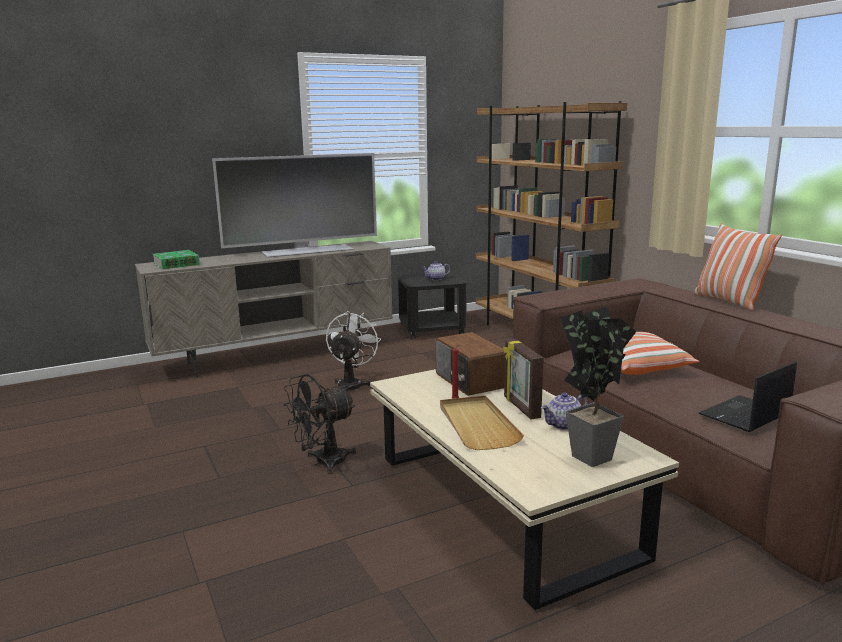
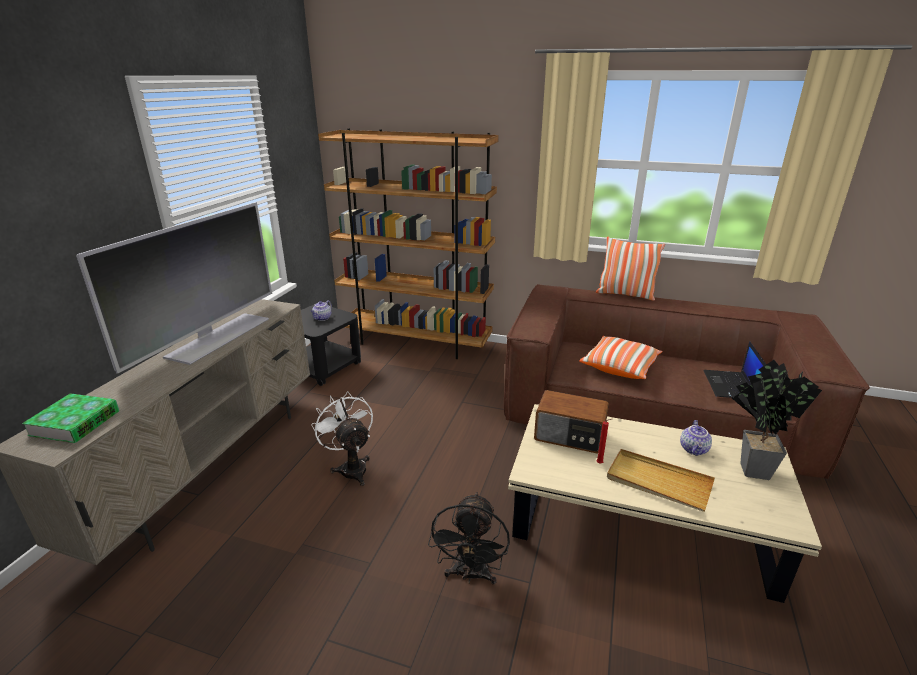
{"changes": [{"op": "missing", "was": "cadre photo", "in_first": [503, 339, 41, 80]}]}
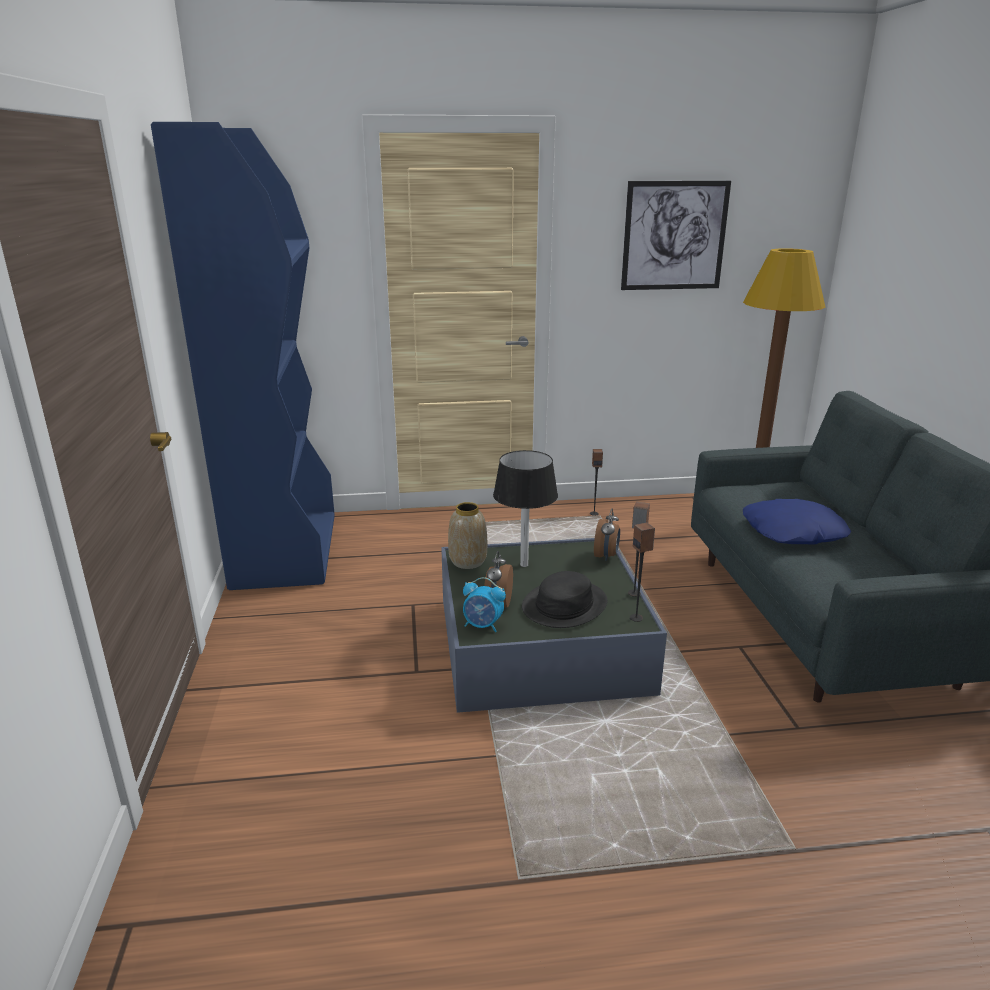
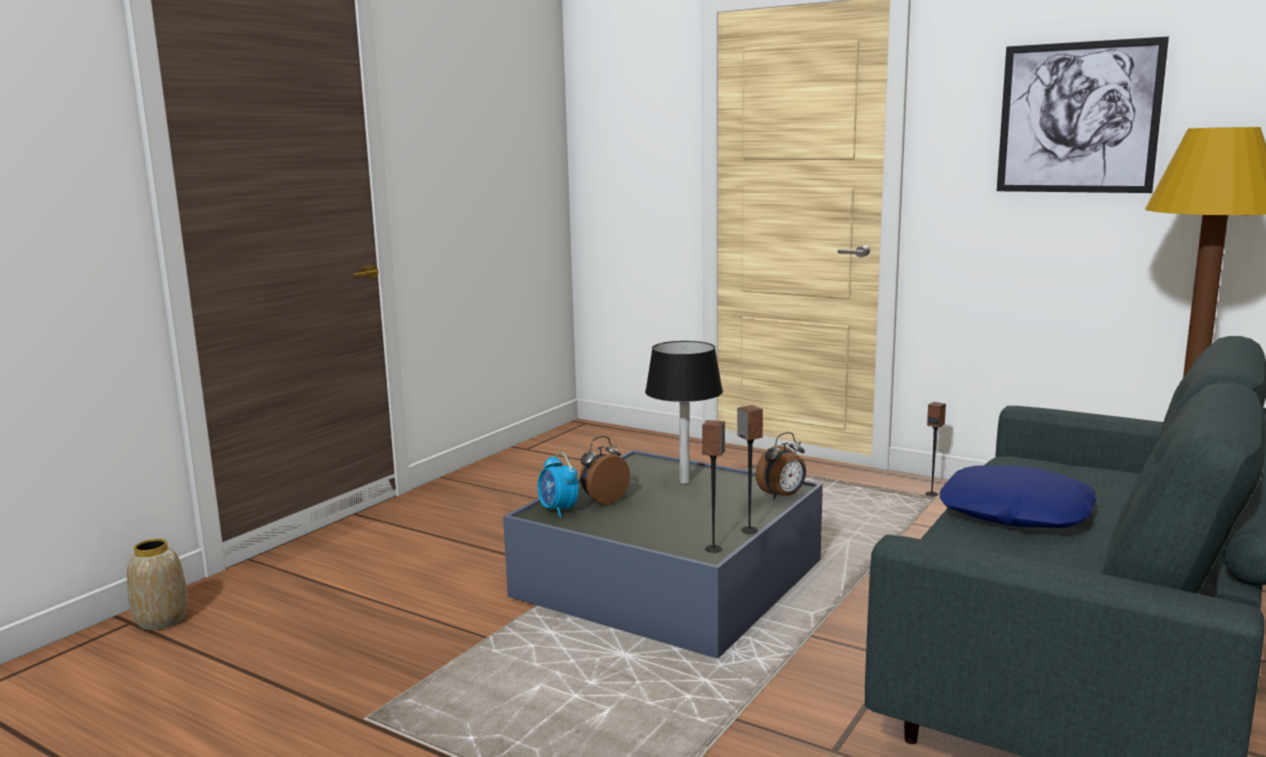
{"changes": [{"op": "missing", "was": "bibliothèque/bleu", "in_first": [151, 122, 184, 468]}, {"op": "missing", "was": "chapeau/noir", "in_first": [522, 571, 85, 57]}, {"op": "relocated", "was": "vase", "in_first": [448, 502, 39, 67], "in_second": [127, 539, 61, 91]}]}
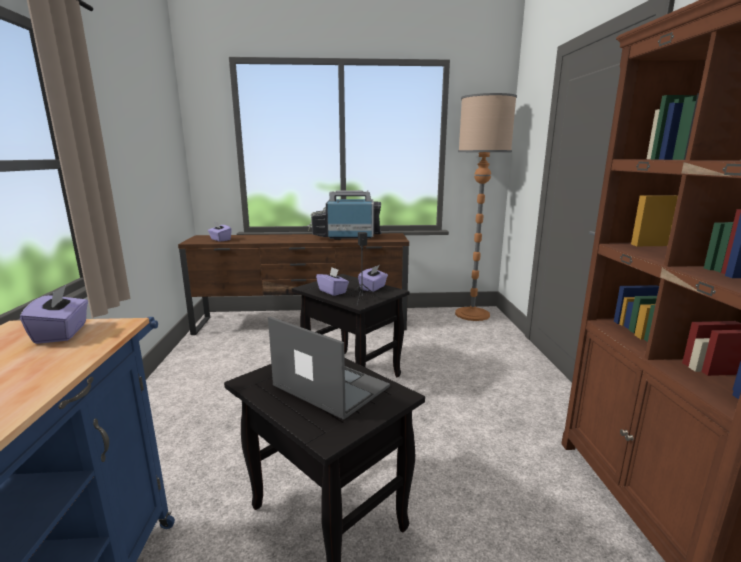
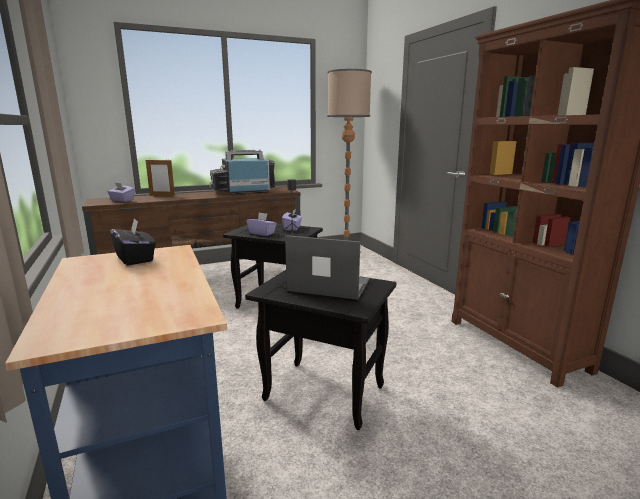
{"changes": [{"op": "appeared", "now": "cadre photo", "in_second": [146, 160, 29, 36]}, {"op": "colour", "was": "boîte à mouchoirs/violet", "now": "boîte à mouchoirs/noir", "in_first": [20, 285, 68, 59], "in_second": [110, 218, 46, 48]}]}
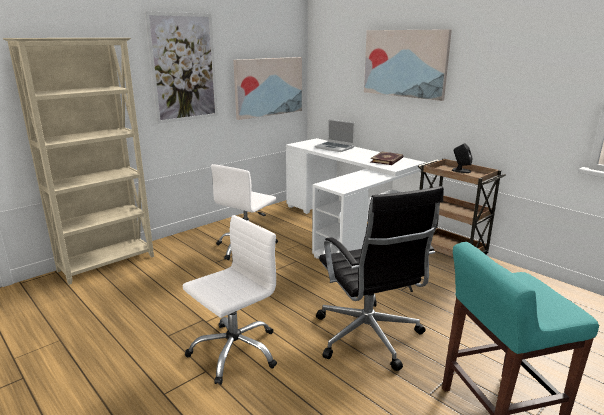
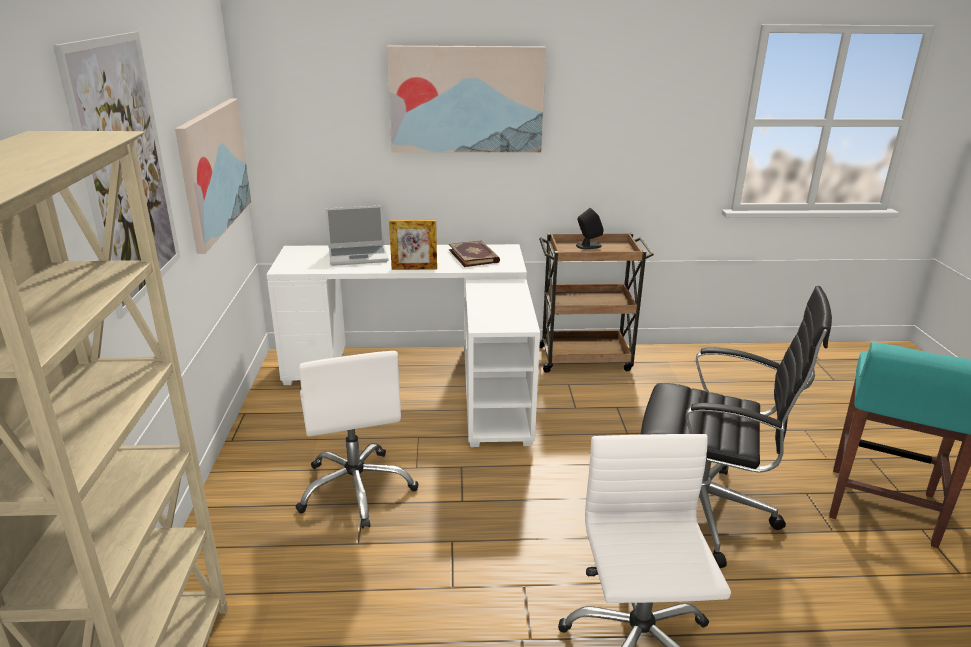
{"changes": [{"op": "appeared", "now": "cadre photo", "in_second": [389, 220, 48, 50]}]}
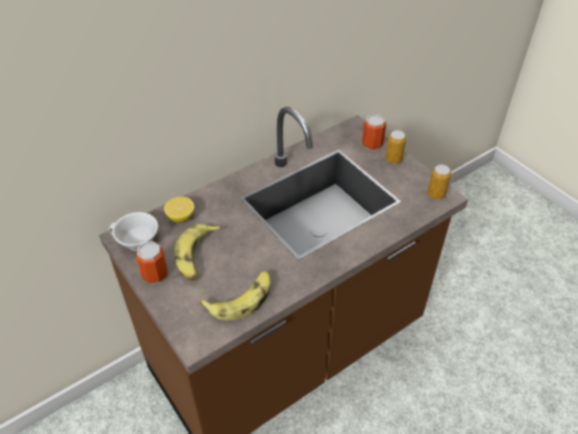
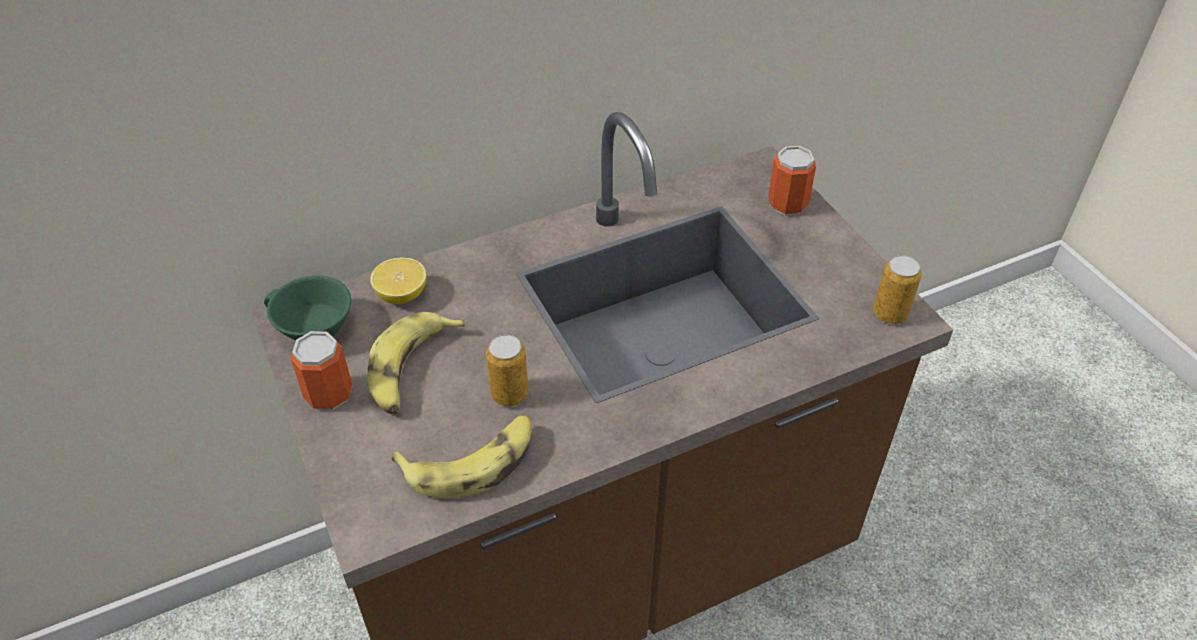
{"changes": [{"op": "relocated", "was": "boîte métallique", "in_first": [385, 130, 21, 34], "in_second": [486, 335, 43, 71]}, {"op": "colour", "was": "tasse/blanc", "now": "tasse/vert", "in_first": [108, 212, 50, 39], "in_second": [264, 276, 87, 64]}]}
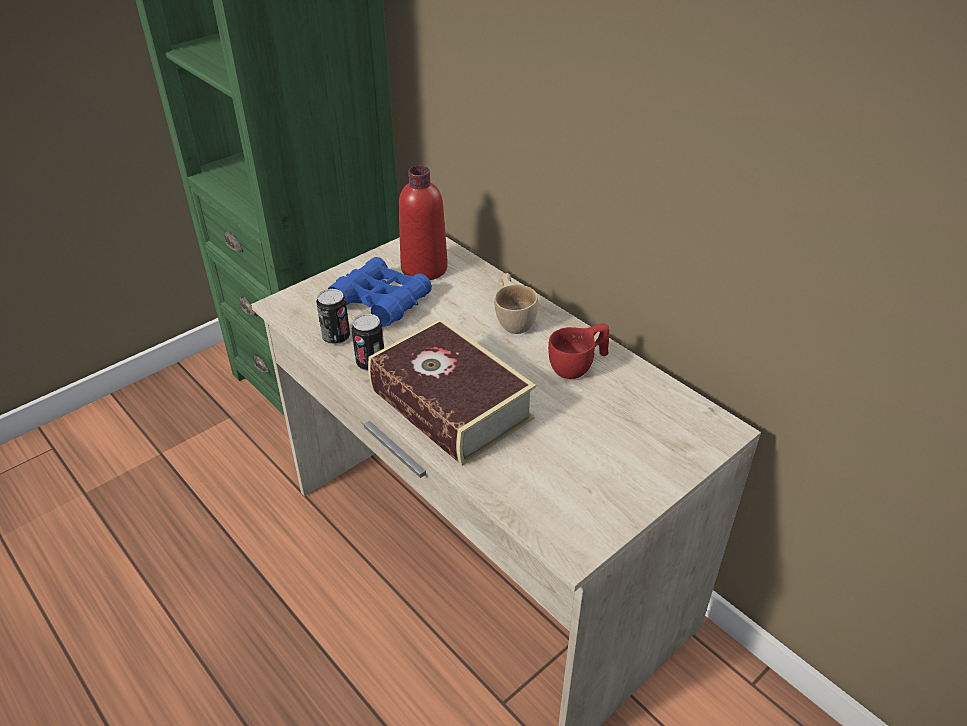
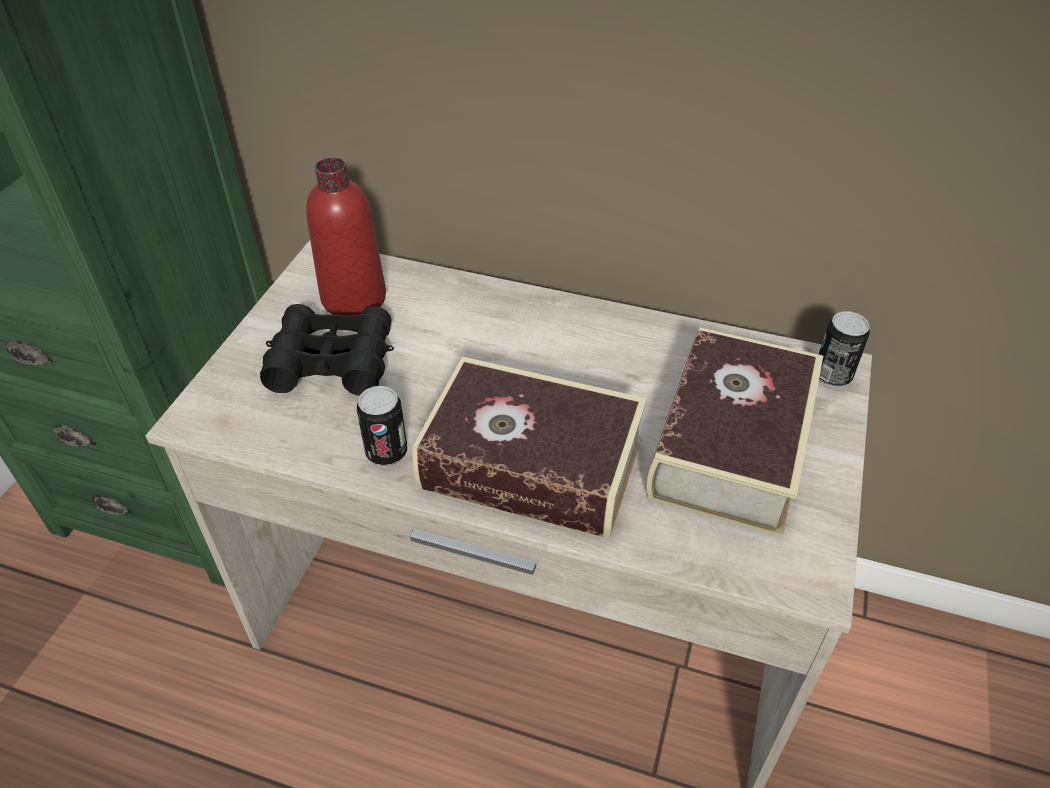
{"changes": [{"op": "missing", "was": "tasse/beige", "in_first": [494, 273, 44, 61]}, {"op": "missing", "was": "tasse/rouge", "in_first": [548, 323, 61, 56]}, {"op": "appeared", "now": "livre", "in_second": [647, 327, 176, 210]}, {"op": "relocated", "was": "boîte métallique", "in_first": [316, 289, 34, 56], "in_second": [819, 311, 51, 76]}, {"op": "colour", "was": "jumelles/bleu", "now": "jumelles/noir", "in_first": [328, 257, 104, 69], "in_second": [260, 304, 134, 92]}]}
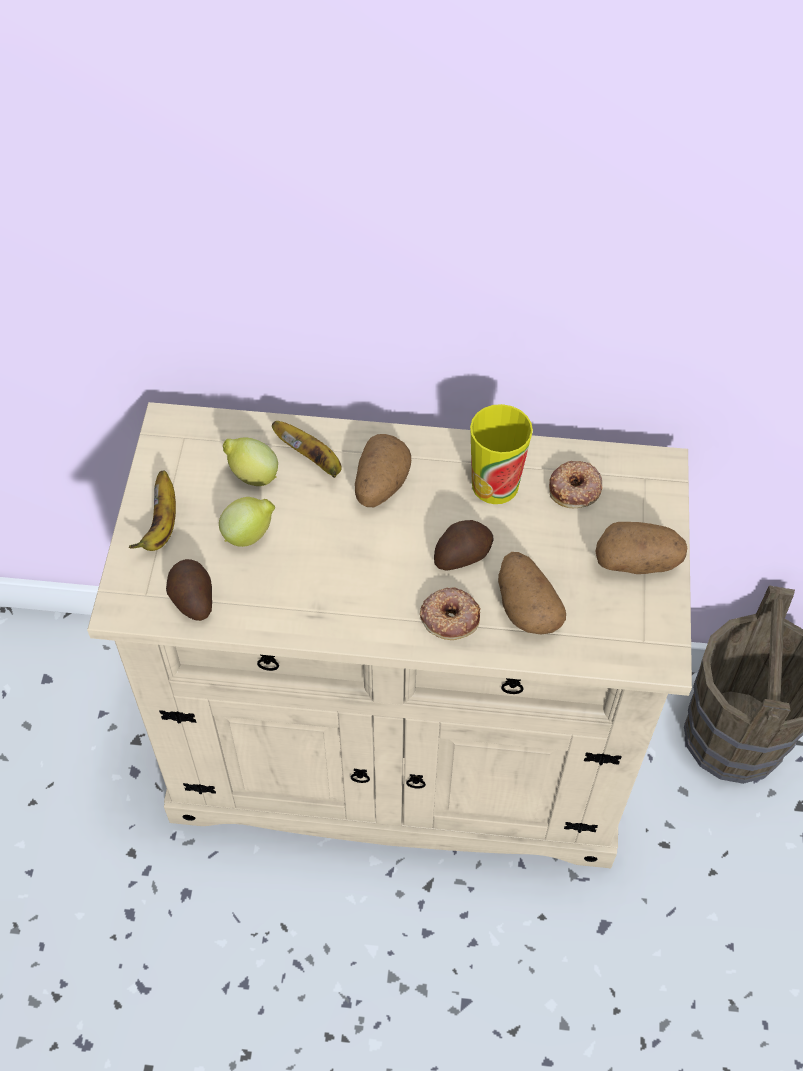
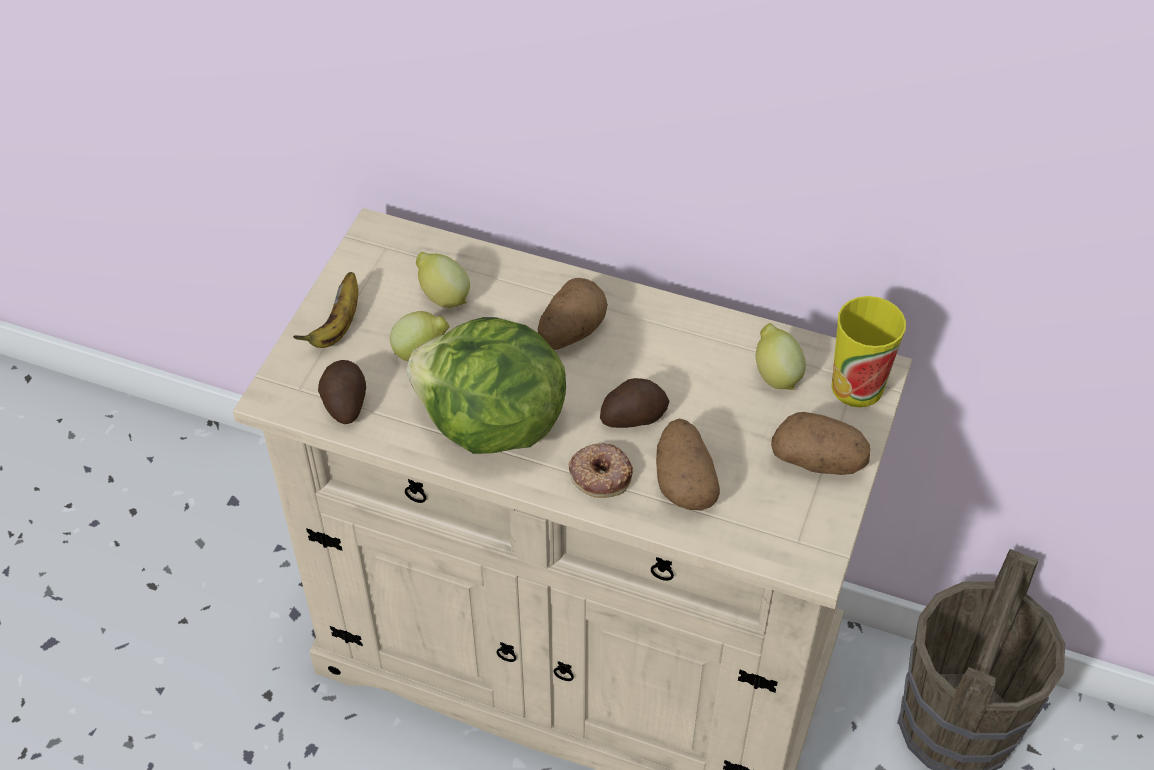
{"changes": [{"op": "missing", "was": "banane", "in_first": [272, 421, 70, 57]}, {"op": "appeared", "now": "laitue", "in_second": [407, 317, 159, 137]}, {"op": "relocated", "was": "tasse", "in_first": [470, 404, 63, 100], "in_second": [831, 296, 75, 111]}, {"op": "exchanged", "was": "beignet", "now": "citron", "in_first": [549, 461, 54, 47], "in_second": [755, 323, 51, 67]}]}
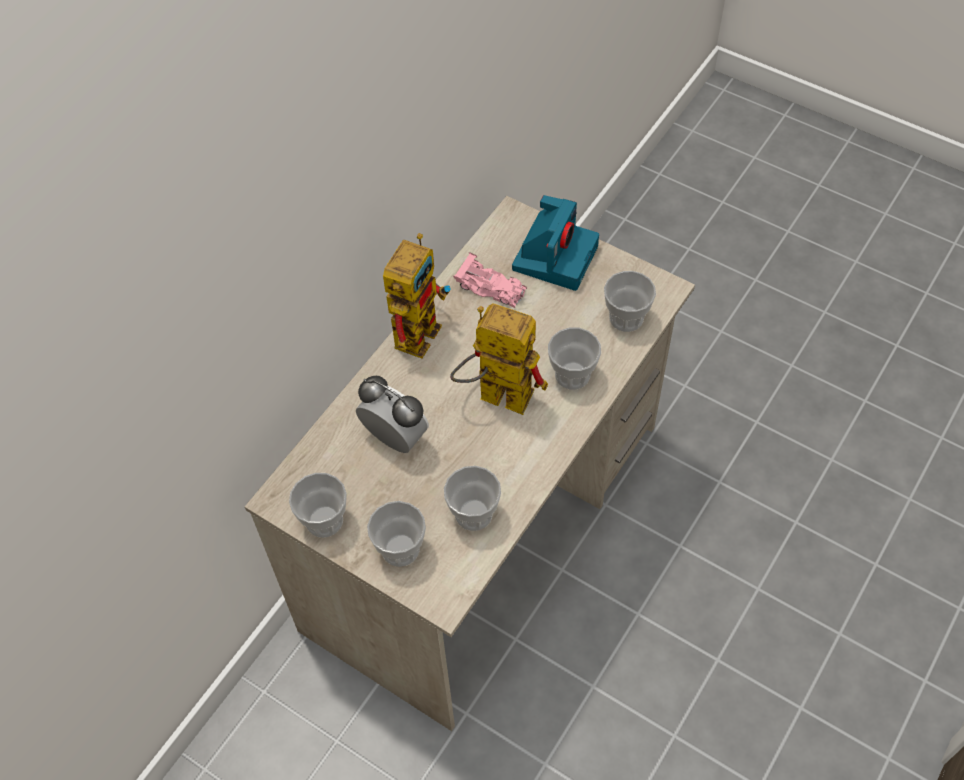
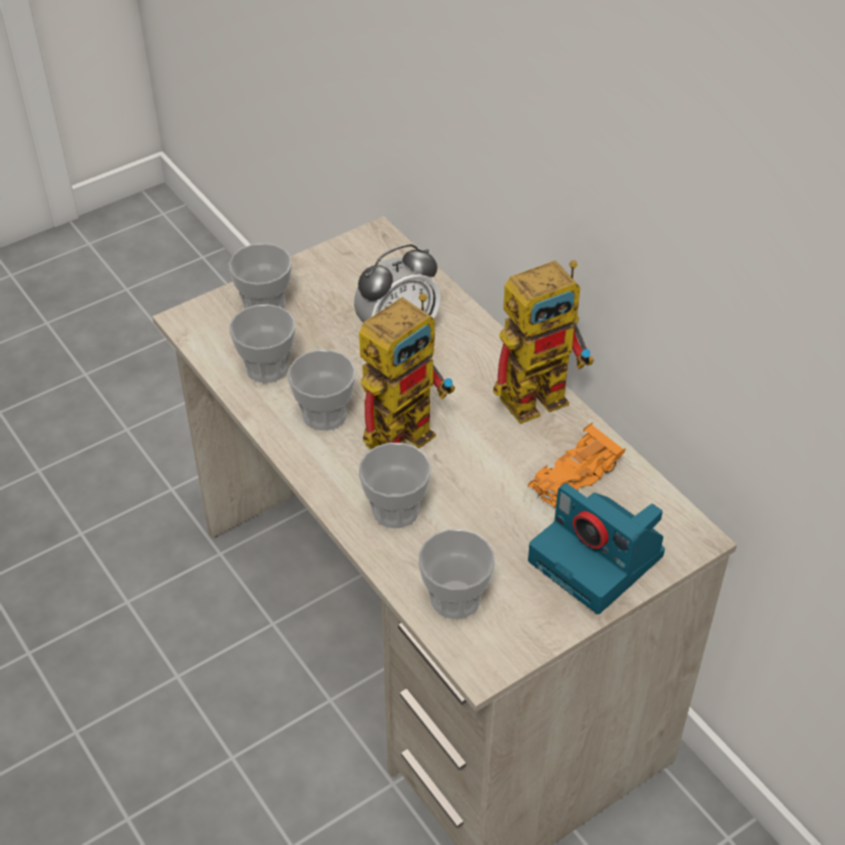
{"changes": [{"op": "relocated", "was": "tasse", "in_first": [289, 473, 58, 65], "in_second": [288, 350, 68, 81]}, {"op": "colour", "was": "petite voiture/rose", "now": "petite voiture/orange", "in_first": [453, 252, 74, 56], "in_second": [528, 422, 98, 87]}, {"op": "spun", "was": "robot jouet", "in_first": [383, 233, 68, 125], "in_second": [493, 260, 101, 164], "clockwise": -75}]}
